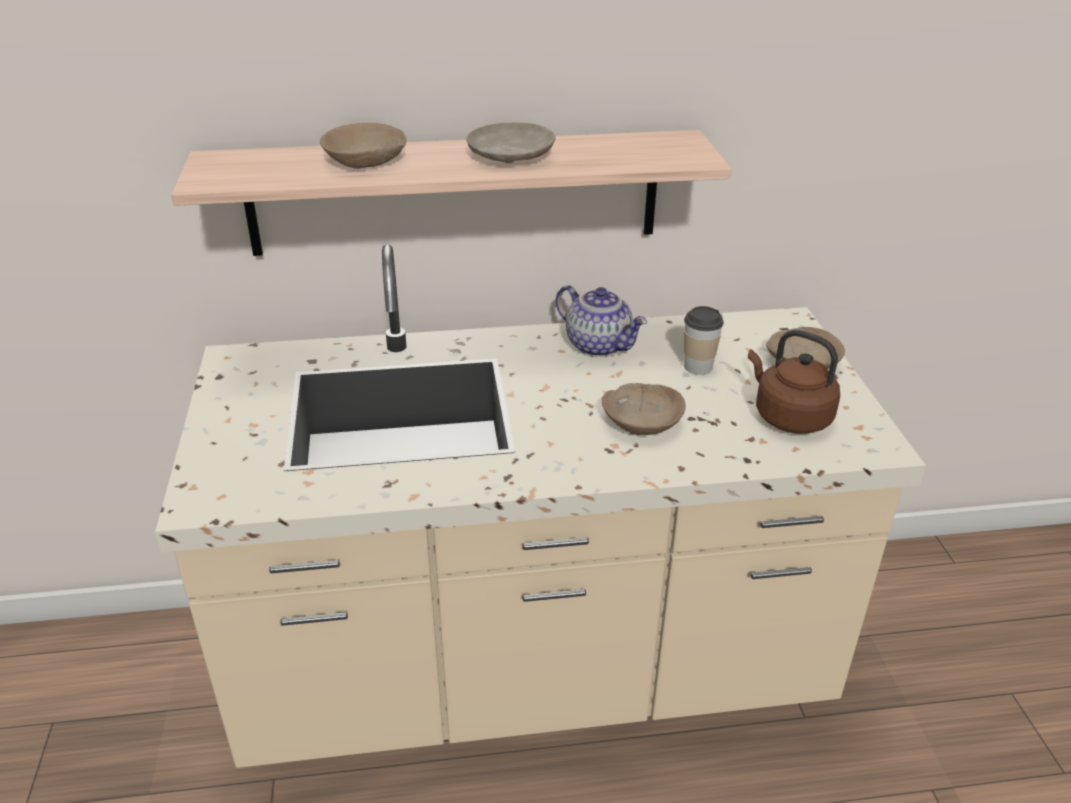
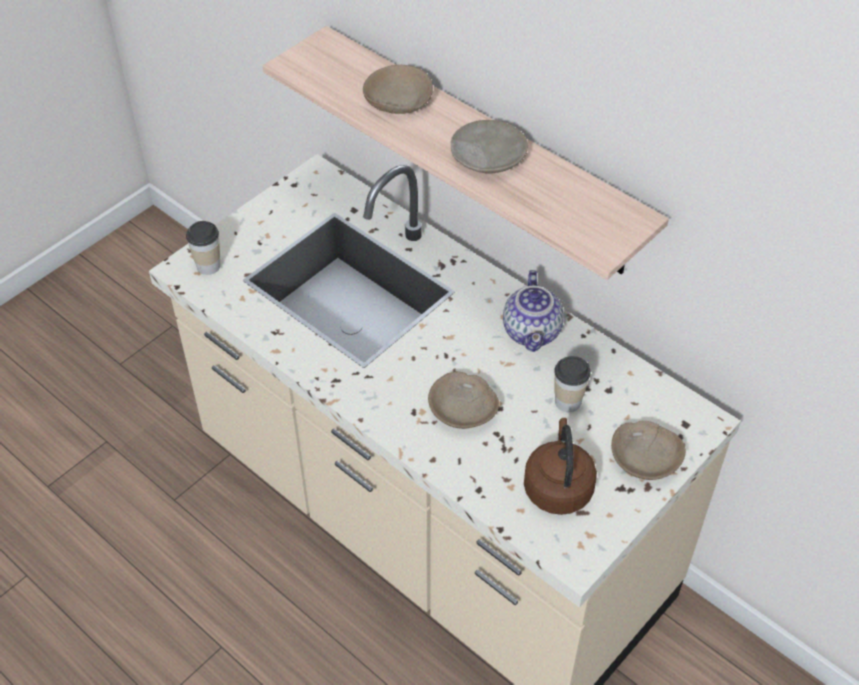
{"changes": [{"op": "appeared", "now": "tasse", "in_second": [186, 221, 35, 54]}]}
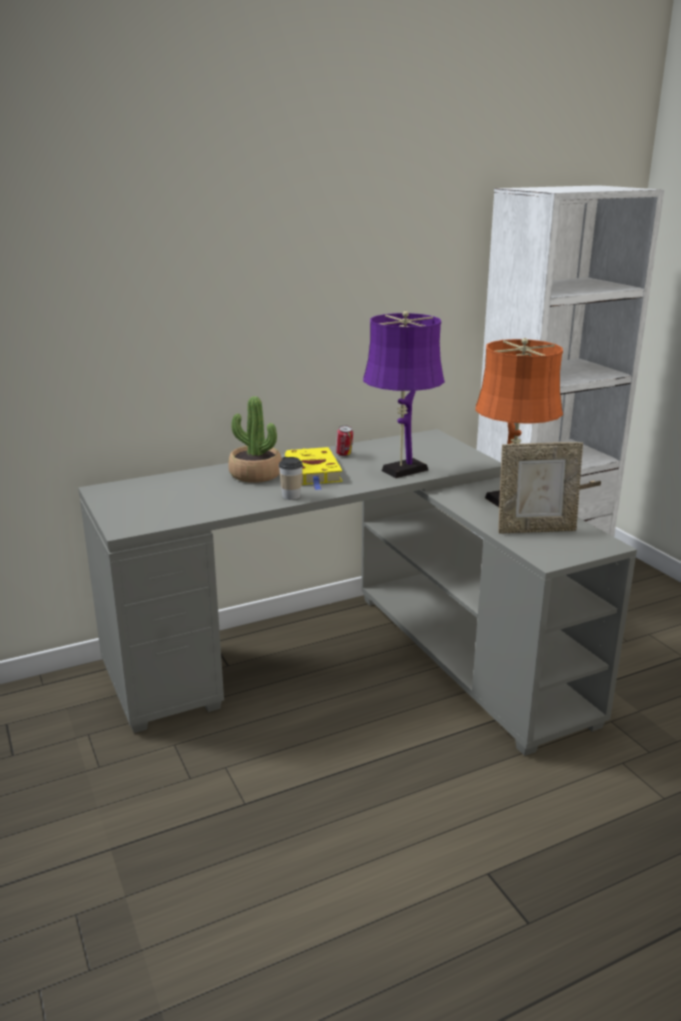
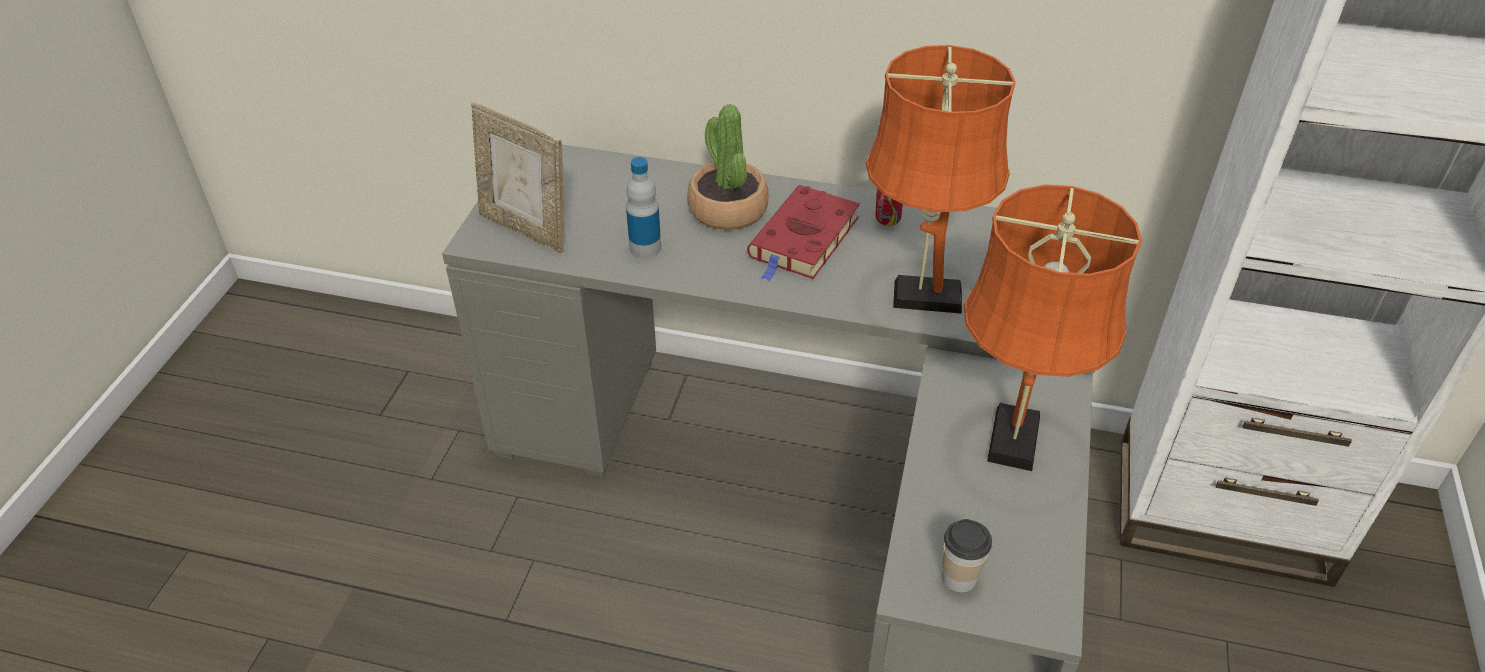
{"changes": [{"op": "appeared", "now": "bouteille", "in_second": [626, 157, 35, 101]}, {"op": "relocated", "was": "tasse", "in_first": [279, 457, 24, 43], "in_second": [942, 519, 50, 74]}, {"op": "relocated", "was": "cadre photo", "in_first": [498, 442, 85, 92], "in_second": [471, 102, 93, 151]}, {"op": "colour", "was": "livre/jaune", "now": "livre/rouge", "in_first": [285, 447, 58, 43], "in_second": [747, 185, 113, 97]}, {"op": "colour", "was": "lampe de table/violet", "now": "lampe de table/orange", "in_first": [363, 311, 82, 167], "in_second": [866, 45, 150, 269]}]}
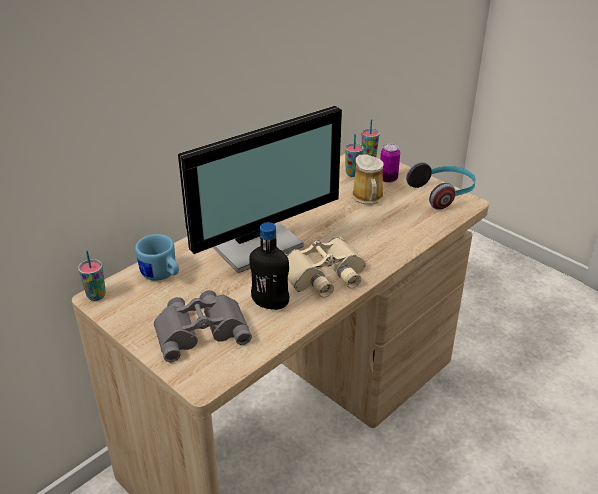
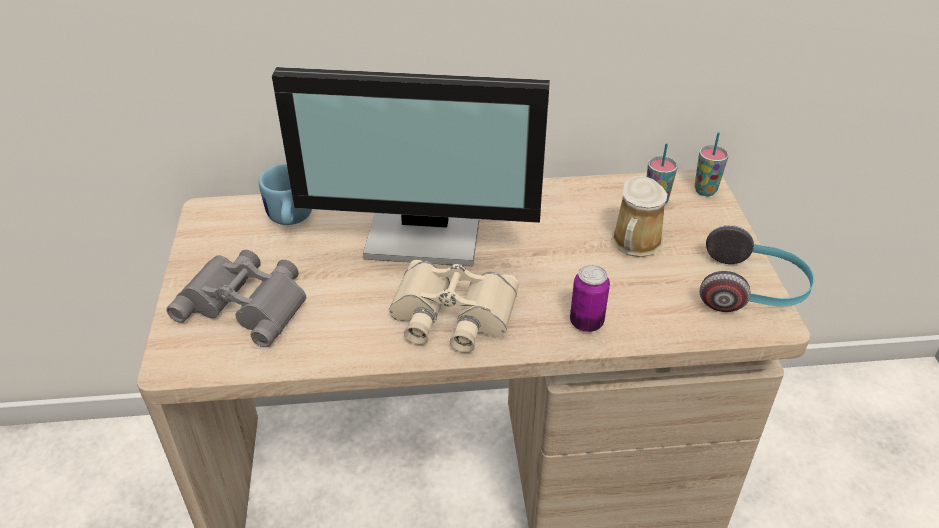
{"changes": [{"op": "missing", "was": "tasse", "in_first": [78, 250, 28, 51]}, {"op": "missing", "was": "bouteille/noir", "in_first": [249, 222, 41, 88]}, {"op": "relocated", "was": "boîte métallique", "in_first": [380, 144, 20, 39], "in_second": [570, 265, 40, 67]}]}
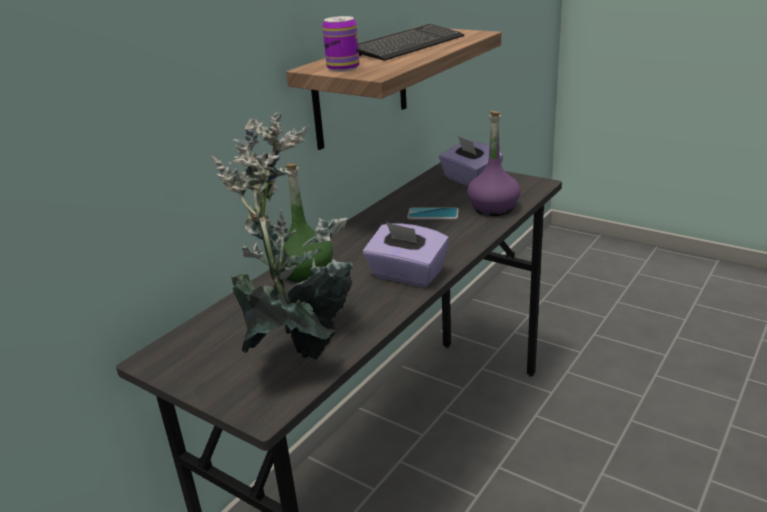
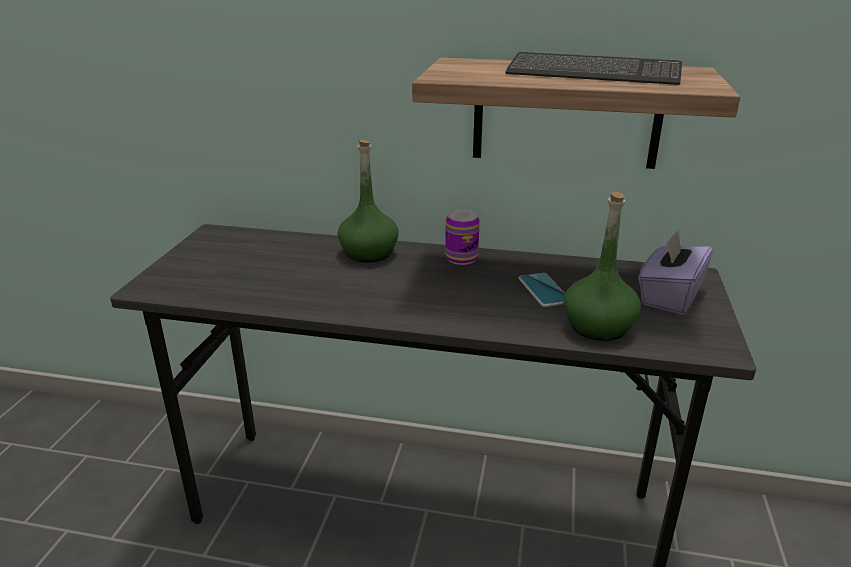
{"changes": [{"op": "missing", "was": "plante en pot", "in_first": [211, 111, 142, 249]}, {"op": "missing", "was": "boîte à mouchoirs/violet", "in_first": [363, 222, 86, 65]}, {"op": "relocated", "was": "boîte métallique", "in_first": [322, 16, 37, 56], "in_second": [445, 210, 35, 55]}, {"op": "colour", "was": "bouteille/violet", "now": "bouteille/vert", "in_first": [467, 111, 53, 105], "in_second": [564, 192, 77, 149]}]}
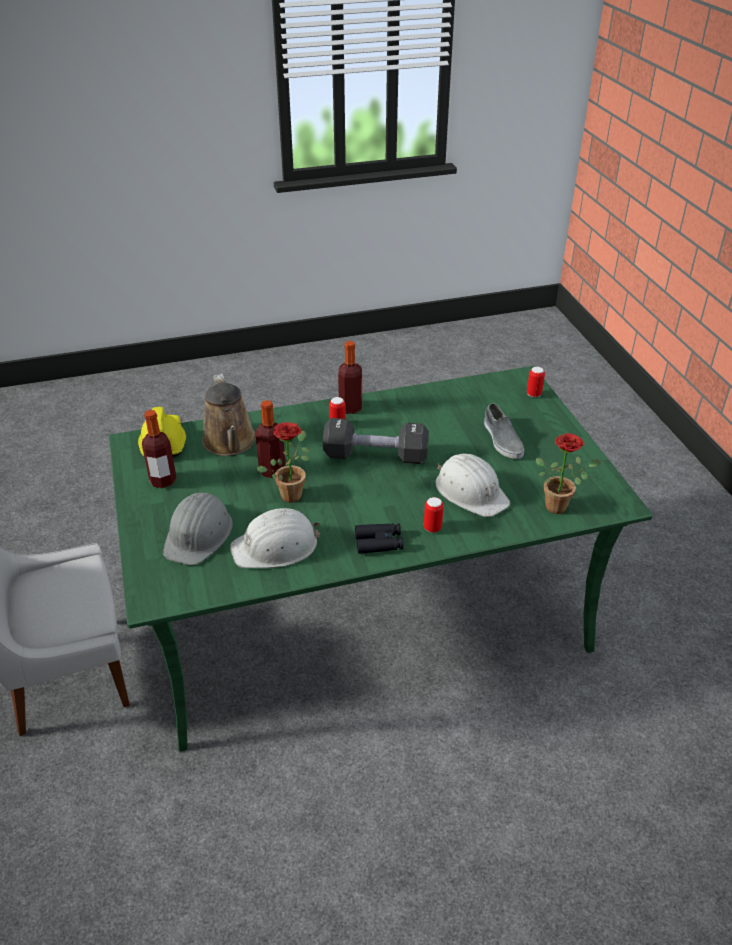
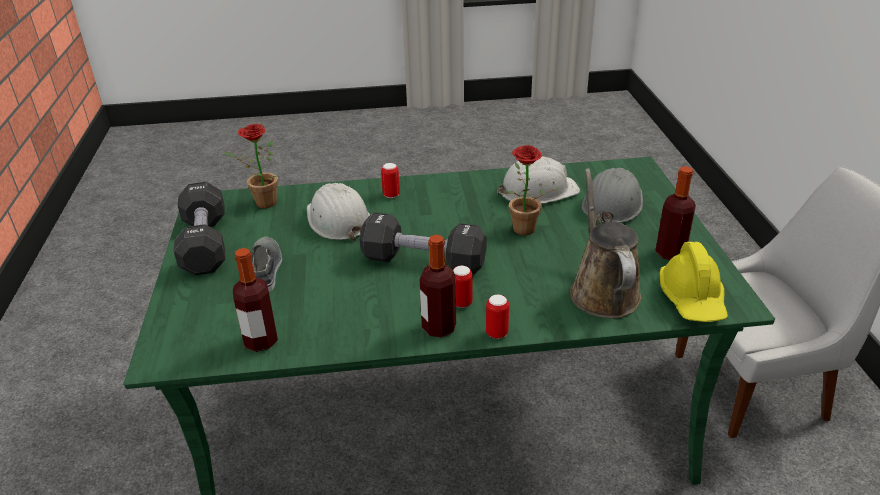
{"changes": [{"op": "missing", "was": "jumelles/noir", "in_first": [355, 523, 49, 31]}, {"op": "appeared", "now": "haltère/noir", "in_second": [174, 182, 51, 94]}, {"op": "relocated", "was": "bouteille", "in_first": [255, 400, 30, 78], "in_second": [233, 248, 45, 104]}, {"op": "relocated", "was": "boîte métallique", "in_first": [527, 367, 18, 30], "in_second": [486, 295, 23, 44]}]}
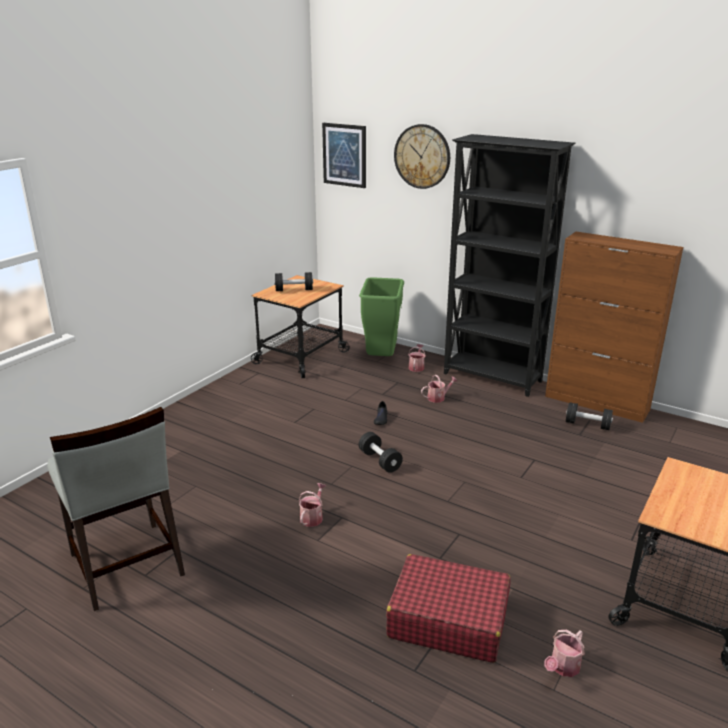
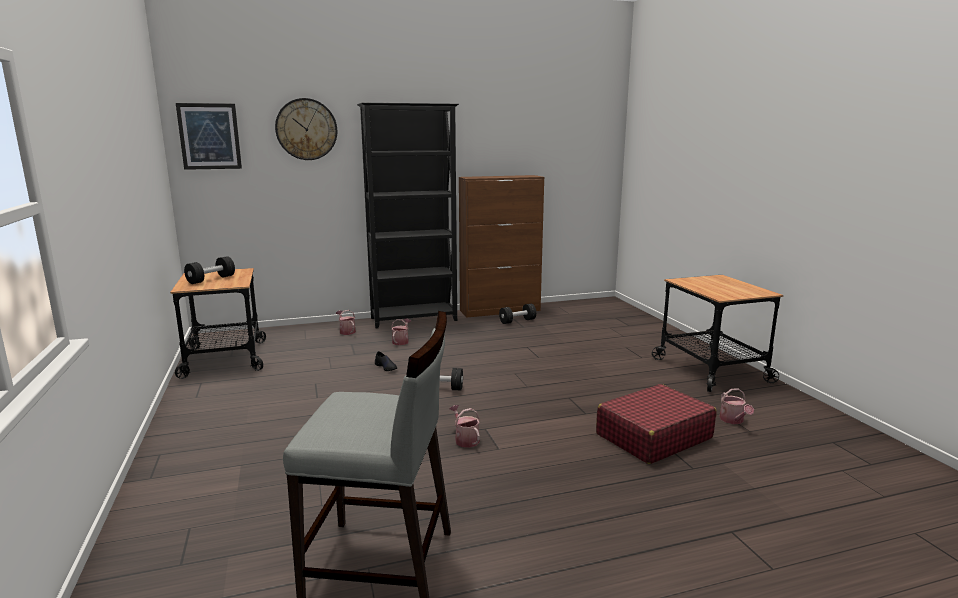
{"changes": [{"op": "missing", "was": "poubelle/vert", "in_first": [359, 277, 45, 79]}]}
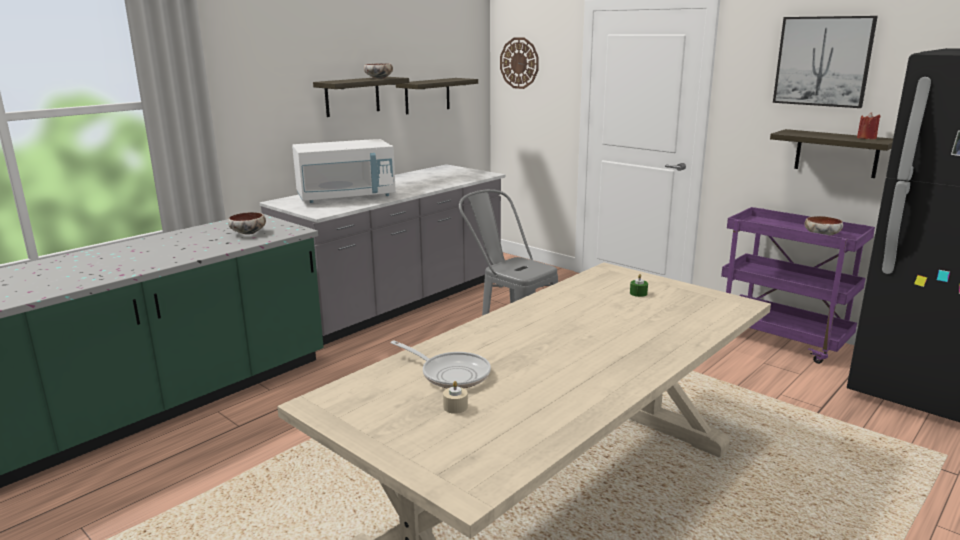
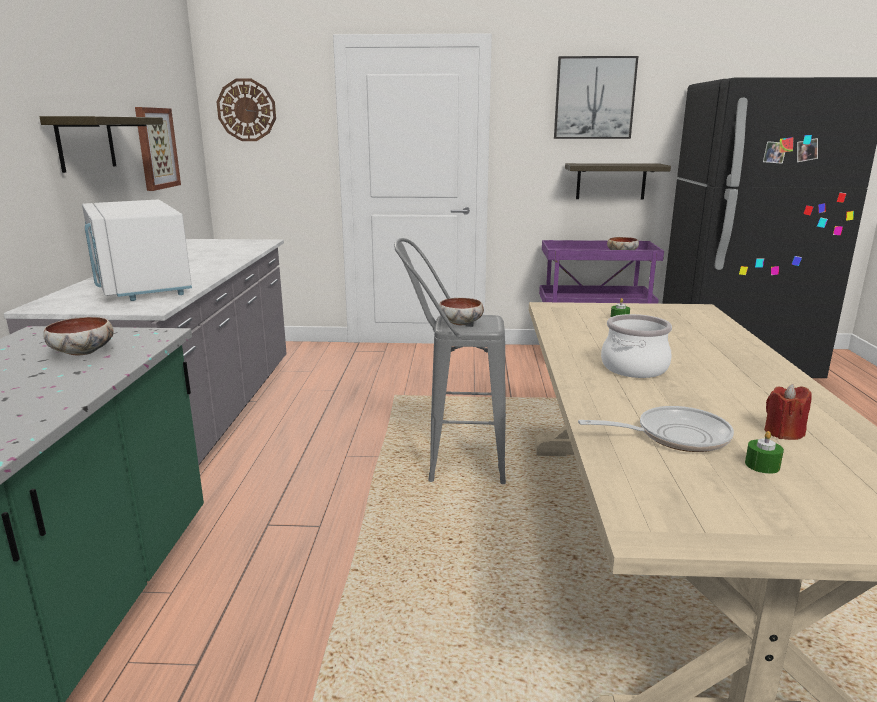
{"changes": [{"op": "appeared", "now": "marmite", "in_second": [601, 314, 71, 64]}, {"op": "relocated", "was": "bol", "in_first": [364, 63, 29, 16], "in_second": [439, 298, 45, 27]}, {"op": "relocated", "was": "bougie/rouge", "in_first": [857, 112, 24, 27], "in_second": [764, 384, 48, 56]}, {"op": "exchanged", "was": "étagère", "now": "tableau", "in_first": [396, 78, 82, 36], "in_second": [135, 107, 46, 84]}, {"op": "colour", "was": "bougie/beige", "now": "bougie/vert", "in_first": [443, 381, 25, 33], "in_second": [745, 431, 39, 43]}, {"op": "spun", "was": "micro-ondes/blanc", "in_first": [292, 139, 104, 64], "in_second": [82, 200, 110, 101], "clockwise": 120}]}
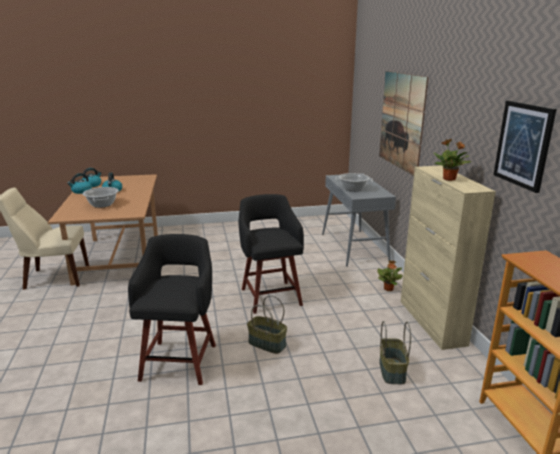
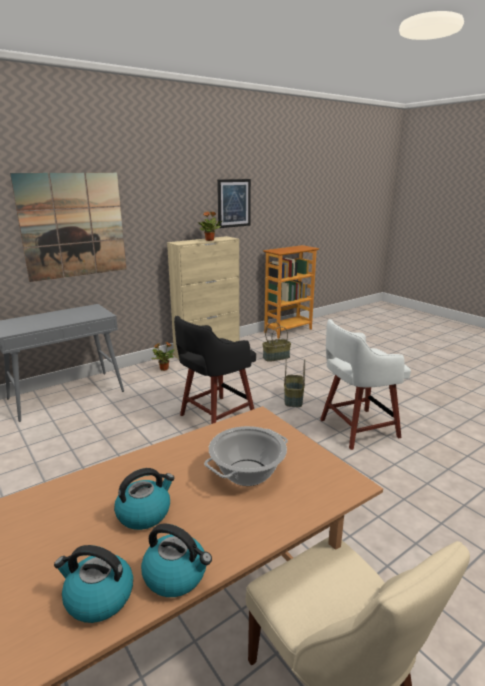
{"changes": [{"op": "missing", "was": "marmite", "in_first": [335, 173, 37, 19]}, {"op": "colour", "was": "tabouret/noir", "now": "tabouret/blanc", "in_first": [128, 234, 88, 151], "in_second": [320, 319, 91, 131]}]}
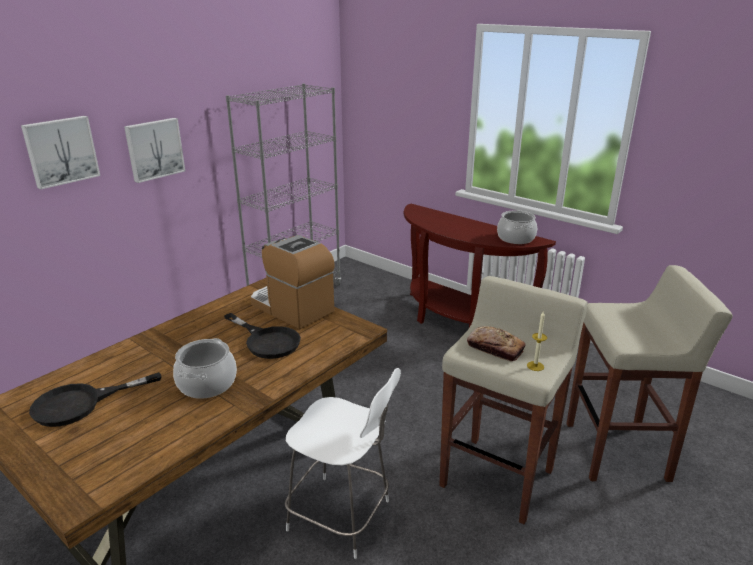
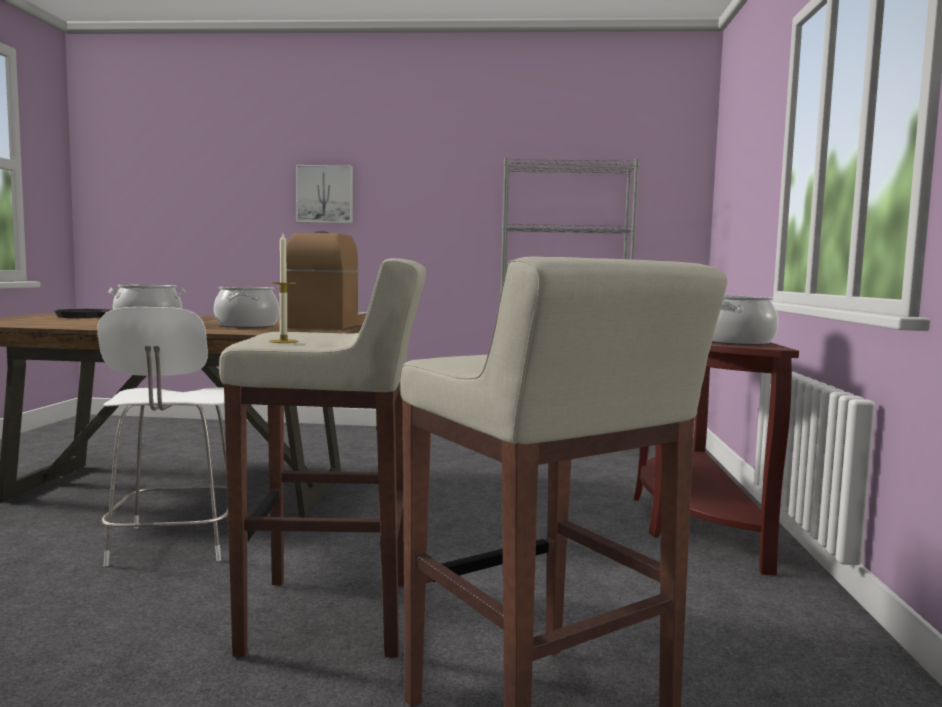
{"changes": [{"op": "missing", "was": "tableau", "in_first": [124, 118, 61, 65]}, {"op": "missing", "was": "pain", "in_first": [467, 326, 59, 35]}, {"op": "exchanged", "was": "poêle/noir", "now": "marmite", "in_first": [224, 313, 77, 46], "in_second": [214, 287, 65, 41]}]}
